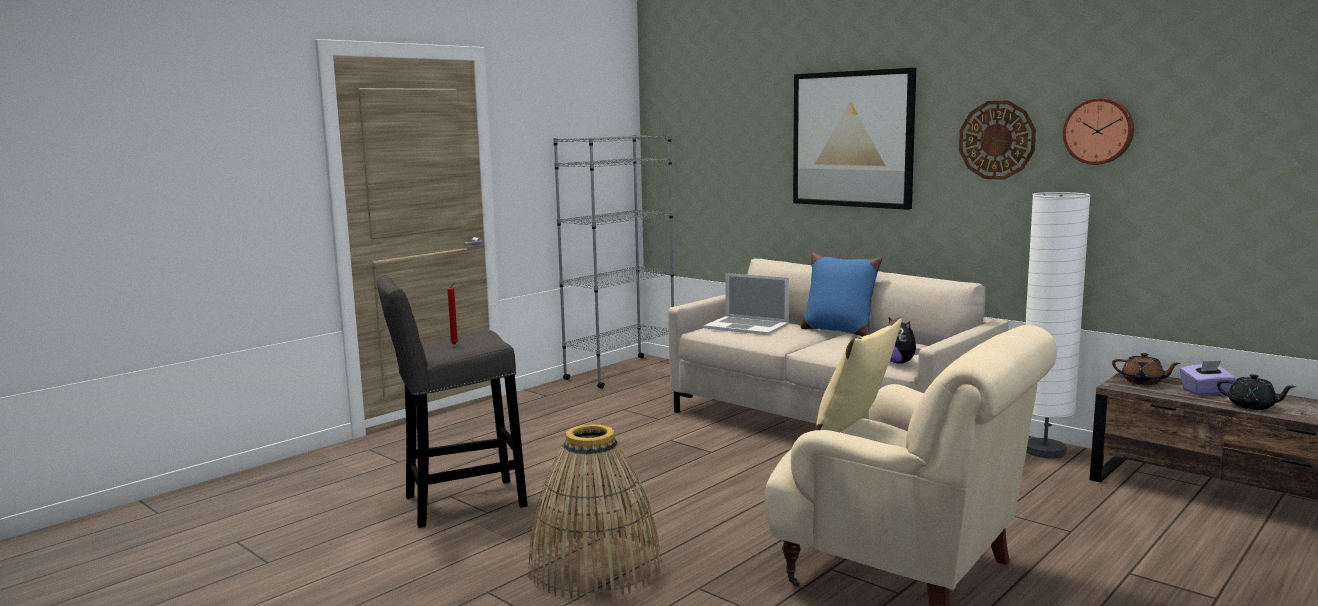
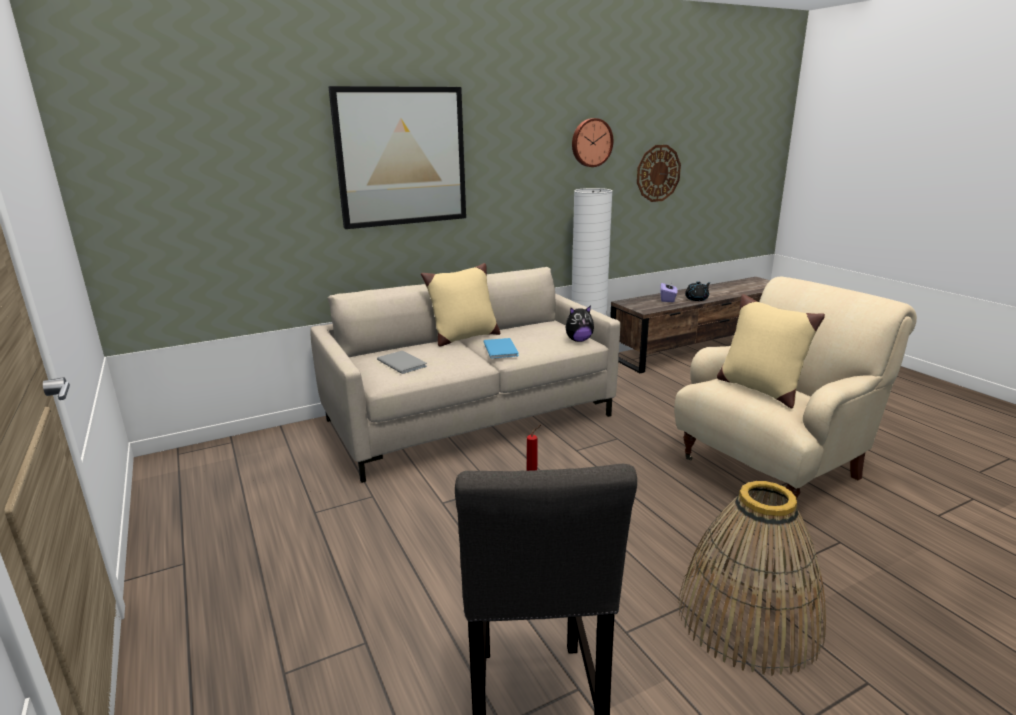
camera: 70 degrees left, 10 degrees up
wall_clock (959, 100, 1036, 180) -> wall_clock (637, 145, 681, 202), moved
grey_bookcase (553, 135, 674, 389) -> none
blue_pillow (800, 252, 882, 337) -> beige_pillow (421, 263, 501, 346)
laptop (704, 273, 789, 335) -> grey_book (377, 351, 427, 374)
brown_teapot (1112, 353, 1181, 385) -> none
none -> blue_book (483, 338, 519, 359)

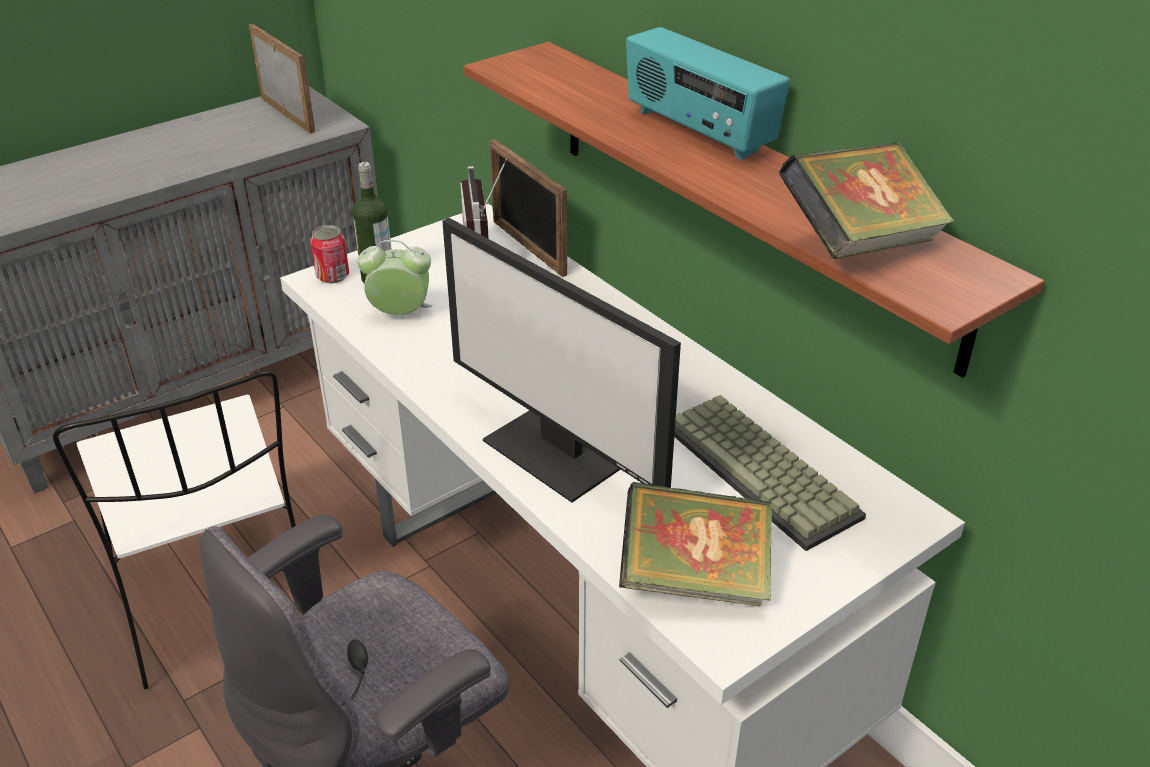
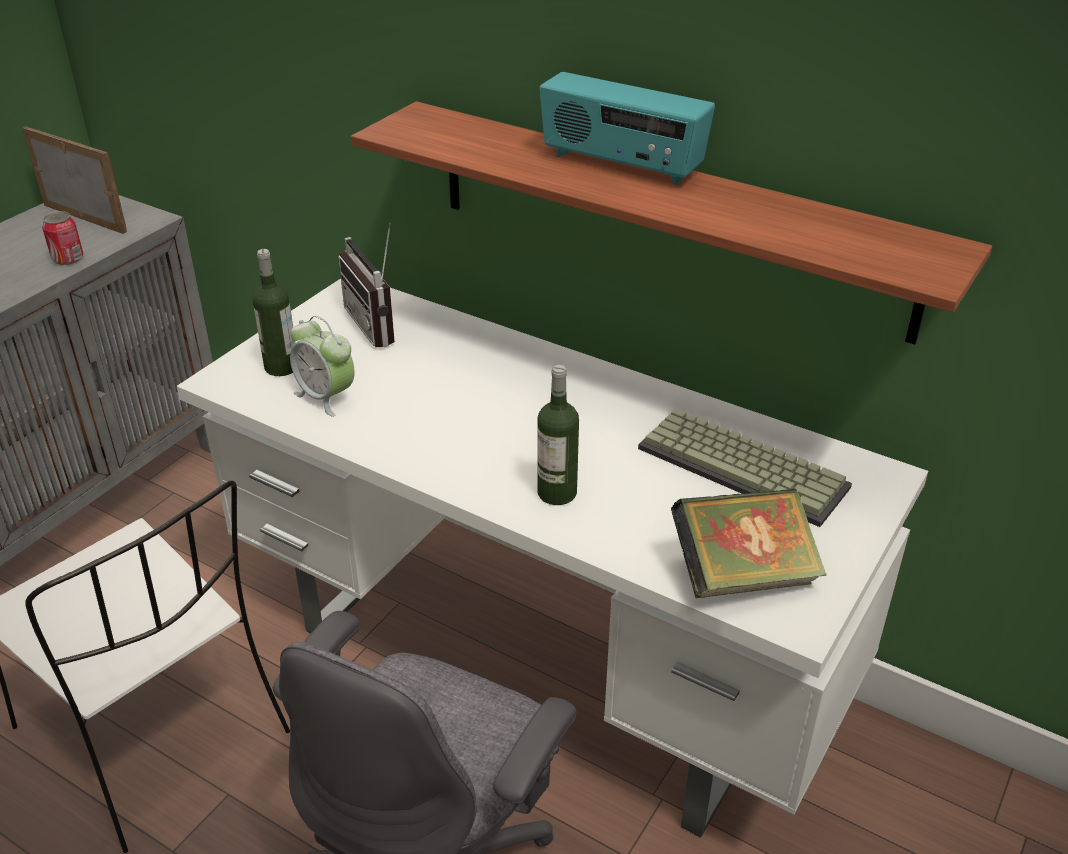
camera: 20 degrees left, 0 degrees up
picture_frame (490, 139, 567, 277) -> none
book (779, 142, 954, 259) -> none
monitor (442, 218, 681, 503) -> bottle (537, 365, 579, 505)
can (310, 225, 349, 283) -> can (42, 211, 83, 265), moved
alarm_clock (357, 240, 432, 315) -> alarm_clock (290, 316, 355, 417), 120 degrees counterclockwise

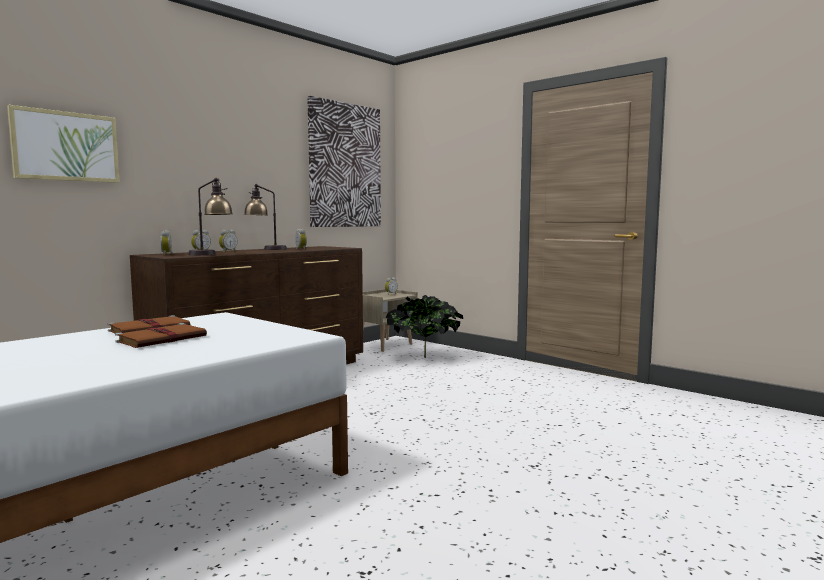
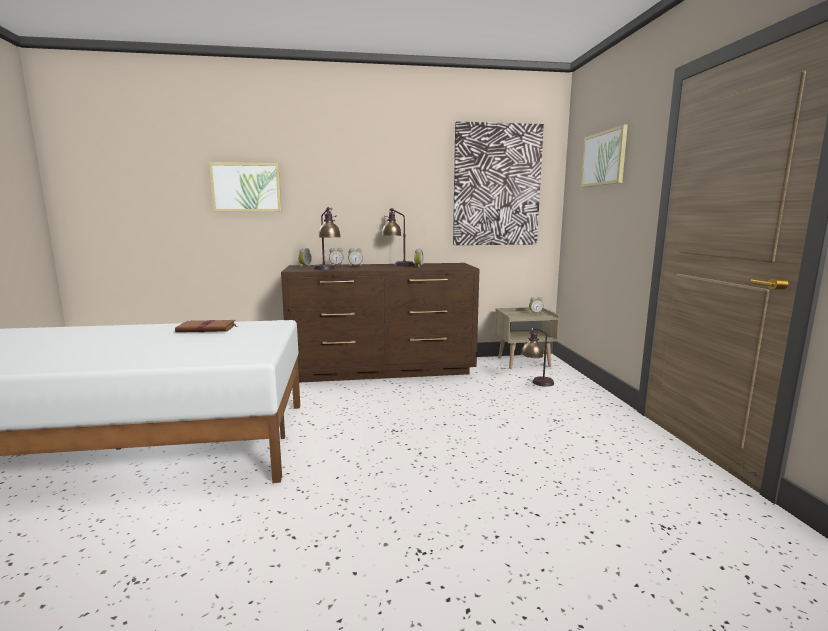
camera: 40 degrees right, 5 degrees up
potted_plant (386, 295, 463, 358) -> table_lamp (521, 327, 554, 387)
brown_book (115, 323, 207, 348) -> none
none -> picture (581, 125, 628, 187)

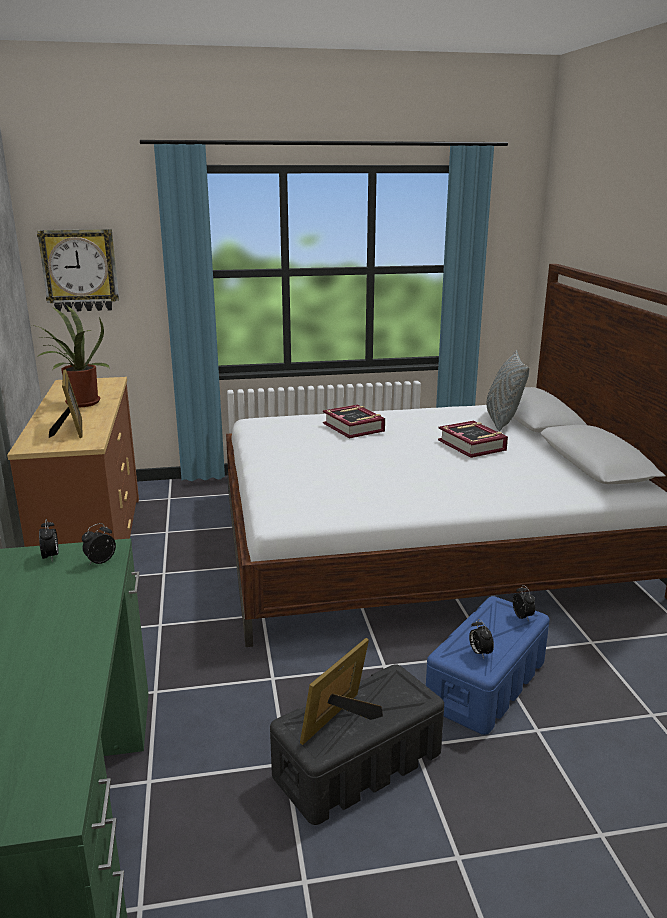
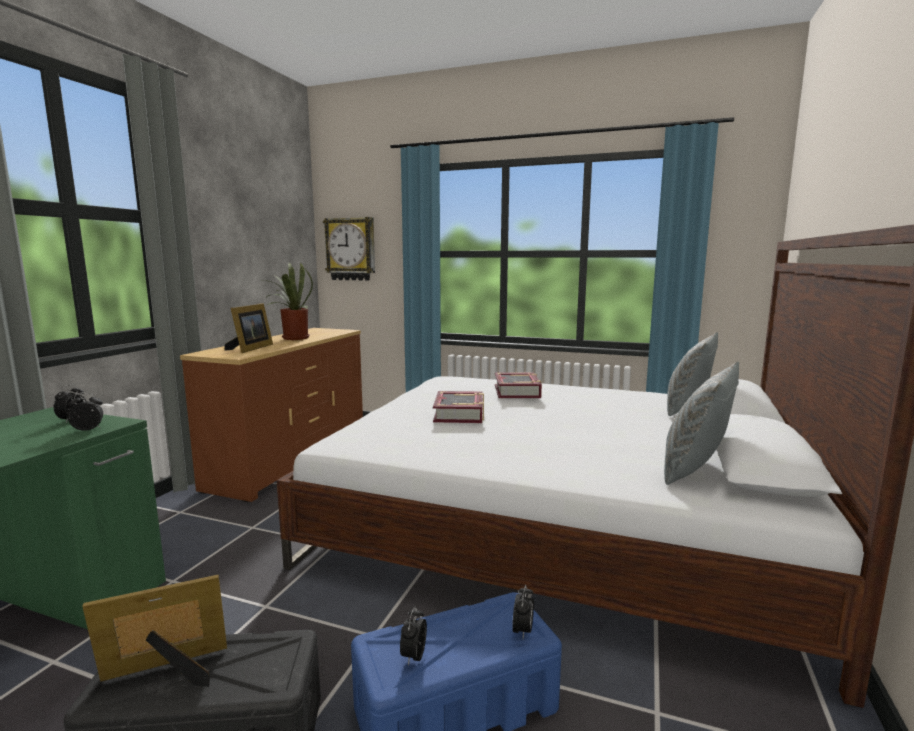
camera: 30 degrees right, 10 degrees down
book (438, 421, 508, 458) -> book (433, 391, 484, 423), moved
none -> grey_pillow (664, 361, 739, 485)

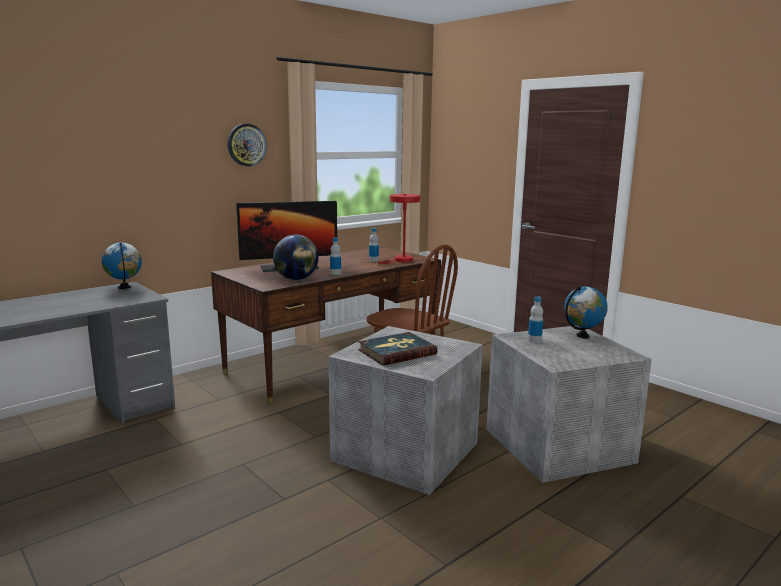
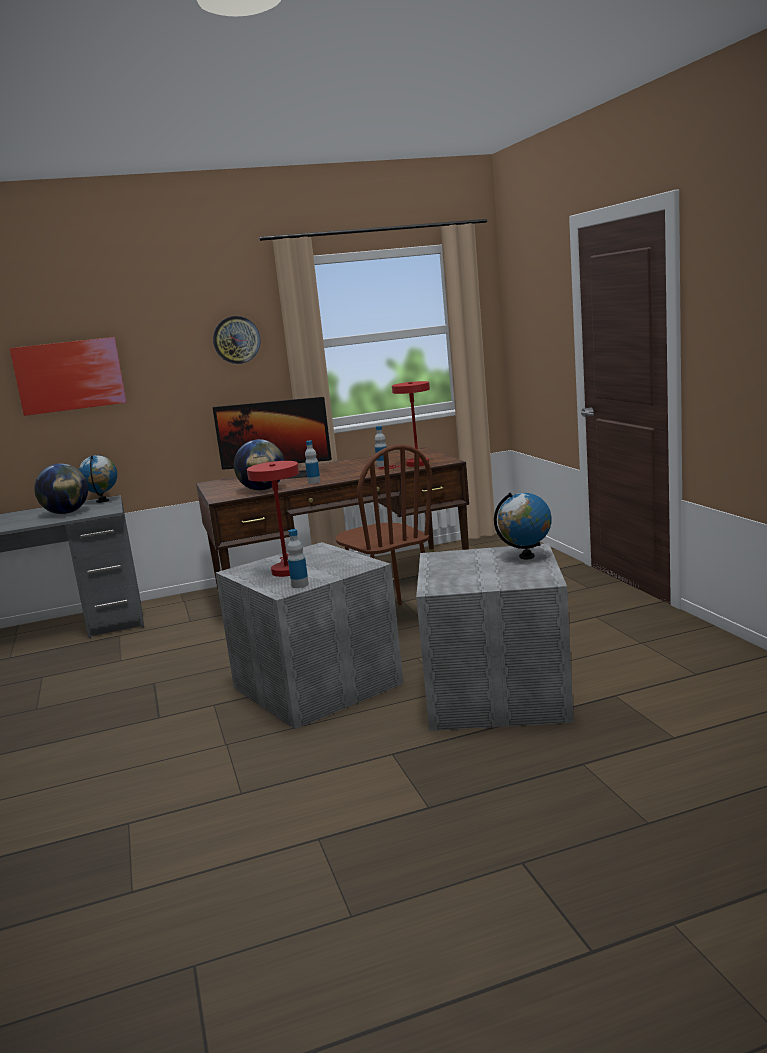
camera: 25 degrees right, 0 degrees up
bottle (528, 296, 543, 343) -> bottle (287, 529, 309, 588), moved
book (358, 332, 438, 366) -> red_table_lamp (247, 461, 299, 577)
none -> picture (10, 337, 127, 416)
none -> globe (34, 464, 88, 514)

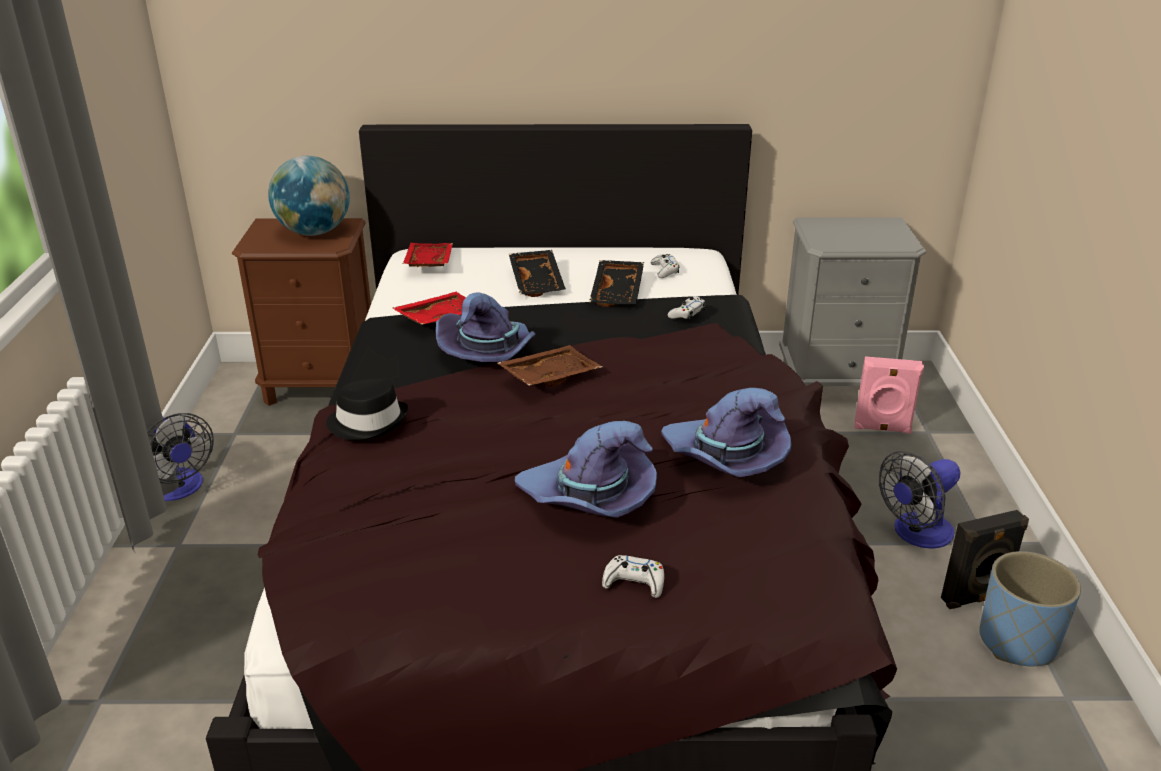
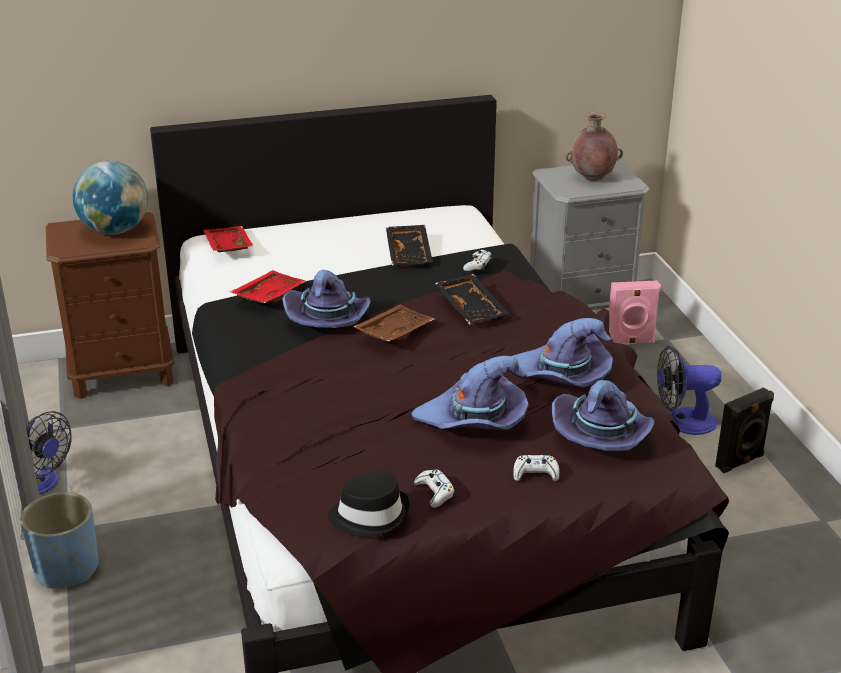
camera: 15 degrees left, 0 degrees up
black_tray (509, 250, 566, 297) -> black_tray (435, 274, 509, 325), moved
white_game_controller (651, 254, 679, 278) -> white_game_controller (414, 470, 455, 508), moved
black_hat (326, 379, 408, 440) -> black_hat (328, 471, 410, 537), moved
fan (879, 451, 961, 549) -> fan (657, 346, 722, 435), 45 degrees clockwise
blue_planter (980, 551, 1081, 666) -> blue_planter (20, 492, 99, 588), moved
none -> brown_vase (565, 112, 623, 181)
none -> purple_hat (552, 380, 655, 451)

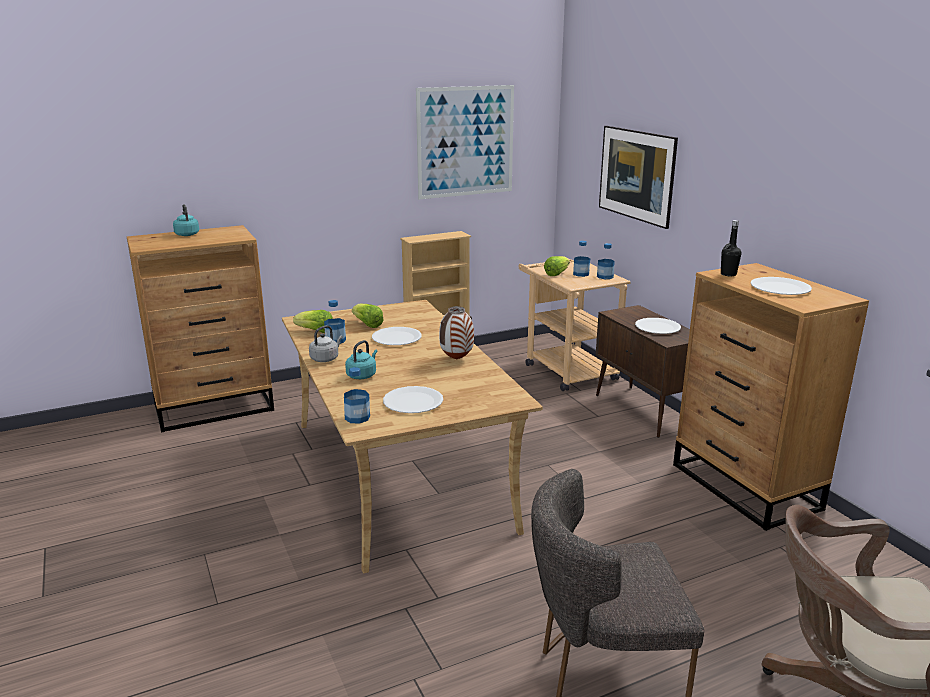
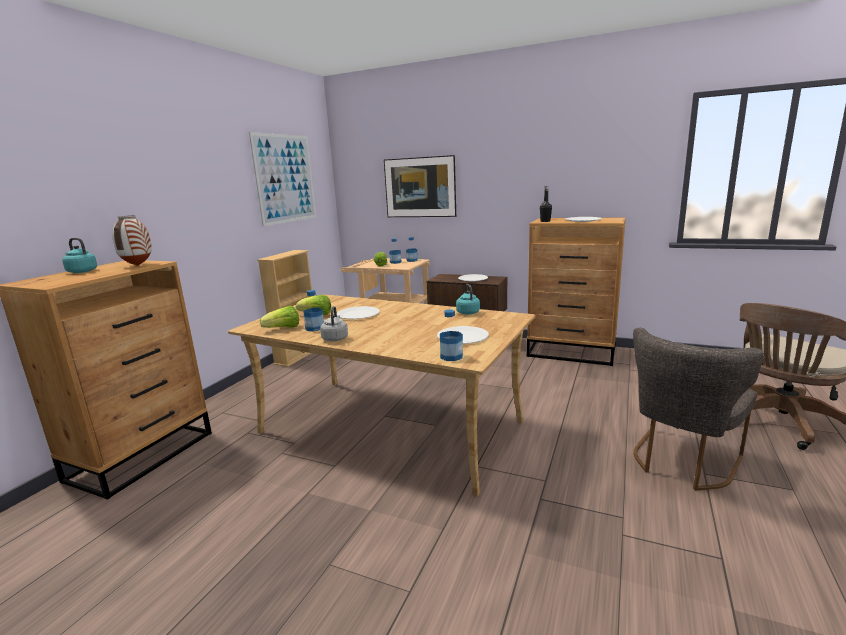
camera: 40 degrees left, 5 degrees down
vase (439, 306, 474, 360) -> vase (112, 215, 152, 266), moved
turquoise_kettle (345, 340, 377, 379) -> turquoise_kettle (456, 284, 480, 315), moved

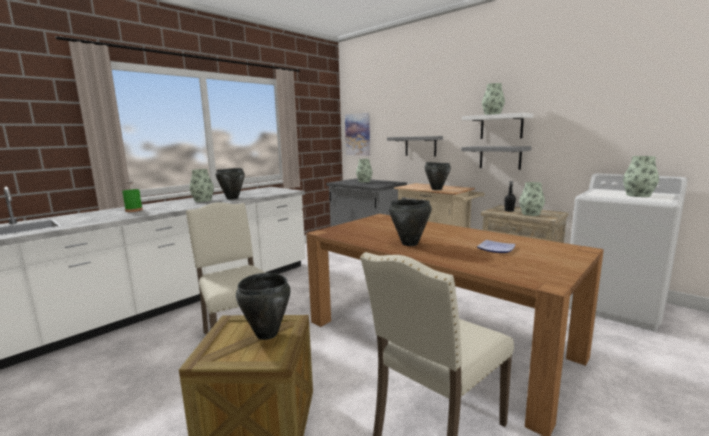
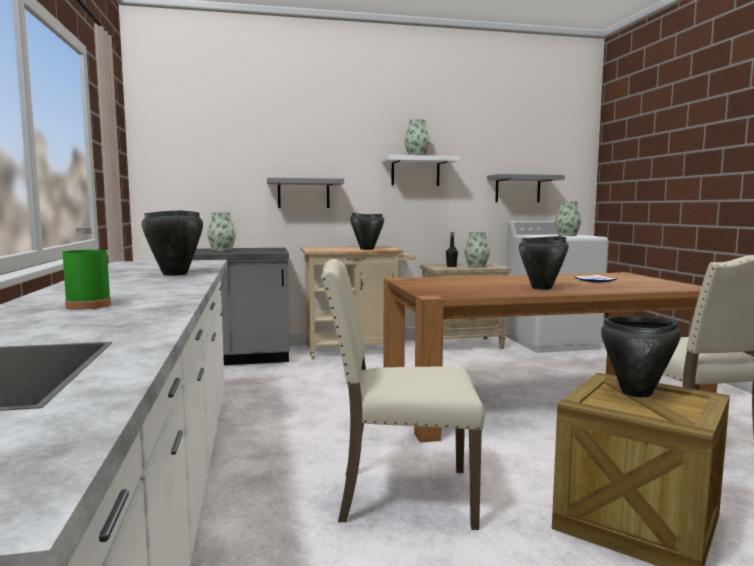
camera: 55 degrees left, 5 degrees down
picture (345, 113, 370, 156) -> none
grey_shelf (461, 146, 531, 170) -> grey_shelf (487, 174, 565, 202), moved
vase (189, 169, 214, 202) -> none

